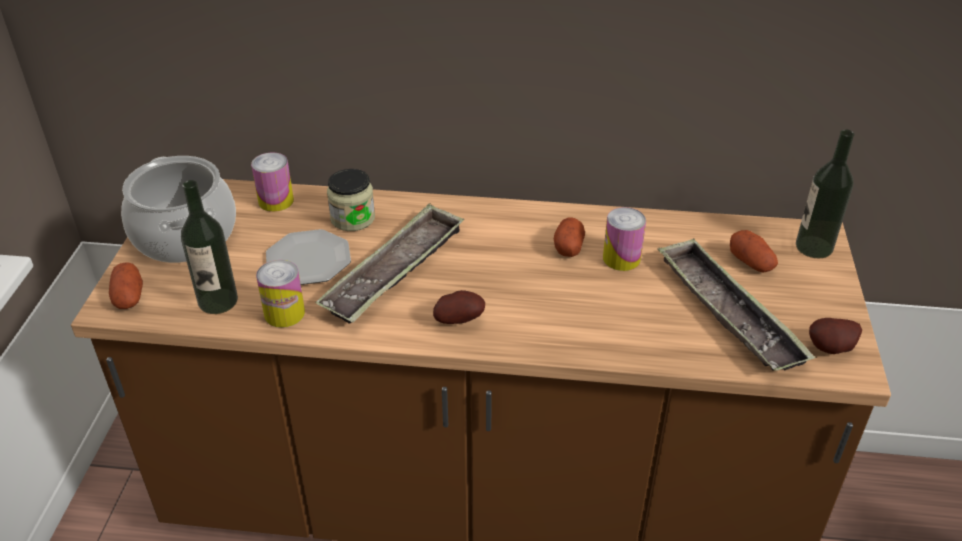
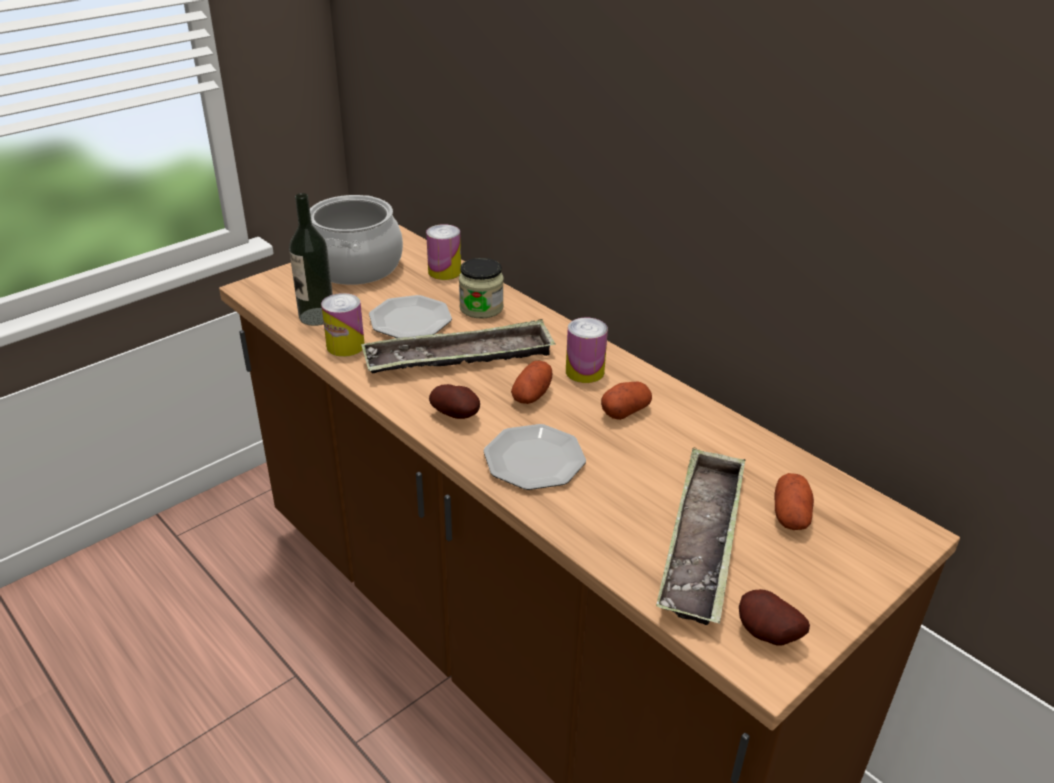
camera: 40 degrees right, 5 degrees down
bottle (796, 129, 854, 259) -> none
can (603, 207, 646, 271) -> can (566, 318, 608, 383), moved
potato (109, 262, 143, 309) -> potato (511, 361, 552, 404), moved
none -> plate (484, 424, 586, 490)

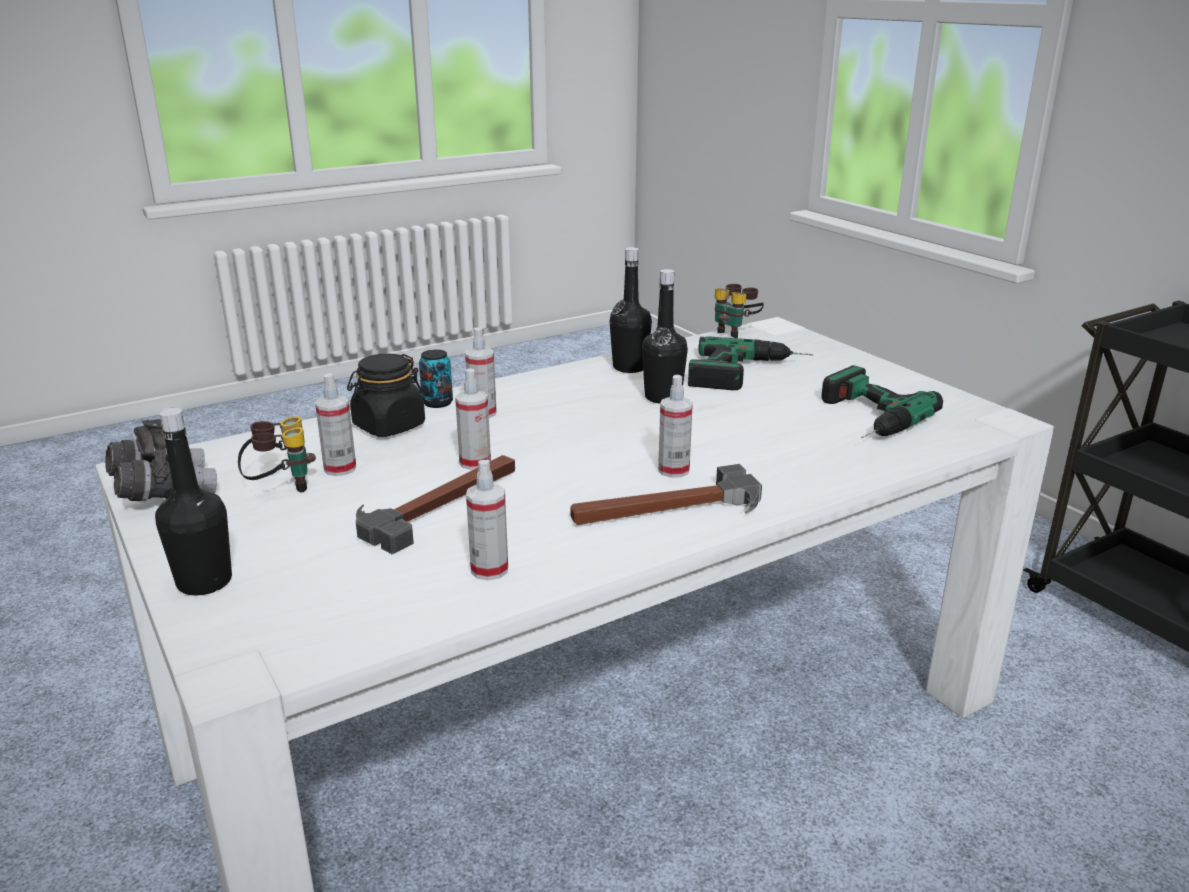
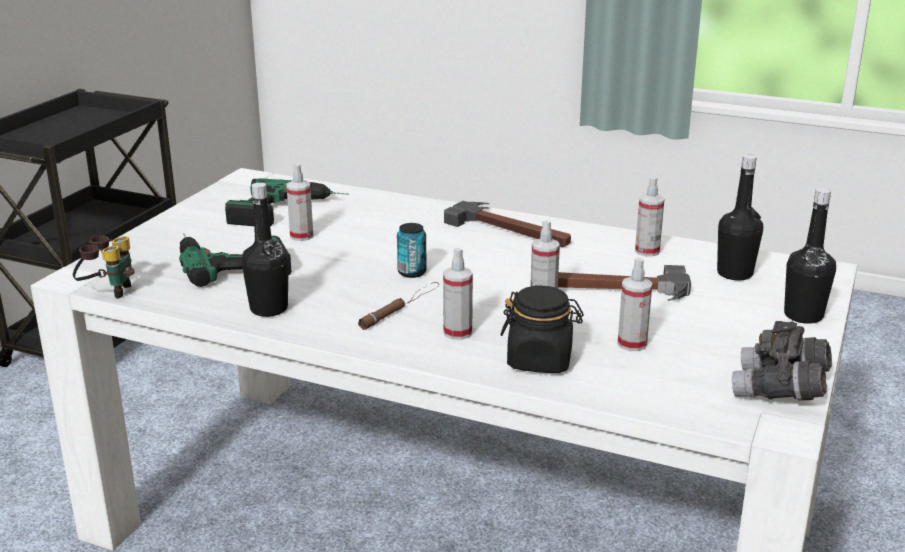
camera: 125 degrees left, 0 degrees up
black_bottle (642, 269, 688, 404) -> black_bottle (717, 154, 763, 281), moved
can (419, 350, 453, 408) -> can (397, 223, 427, 278), moved
spray_bottle (658, 375, 693, 478) -> spray_bottle (286, 163, 313, 241), moved
binoculars (238, 416, 316, 492) -> none
none -> brown_flashlight (358, 282, 439, 330)

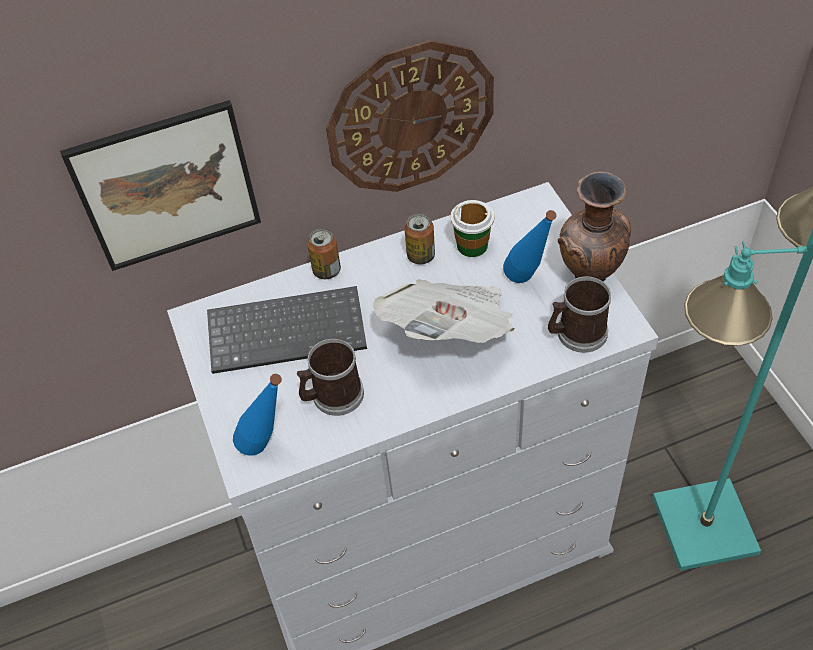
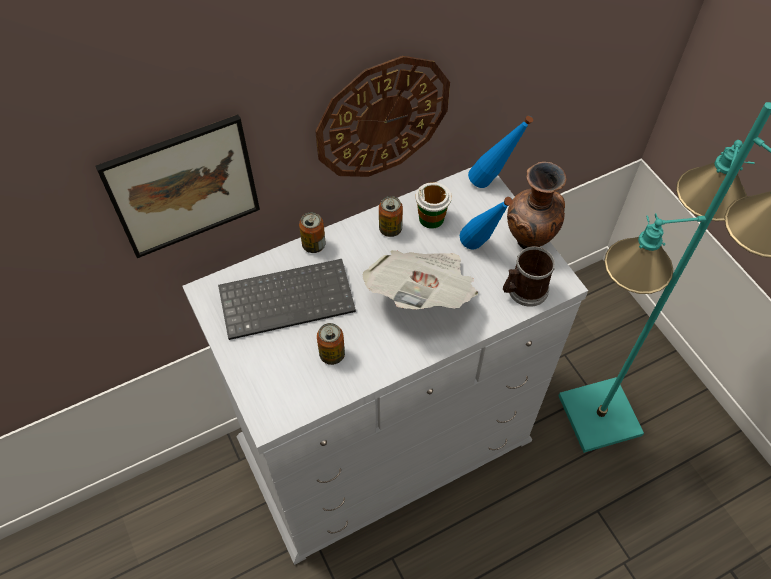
camera: 10 degrees left, 5 degrees up
mug (296, 339, 364, 416) -> can (317, 323, 345, 365)
blue_bottle (233, 374, 282, 456) -> blue_bottle (468, 116, 533, 188), moved

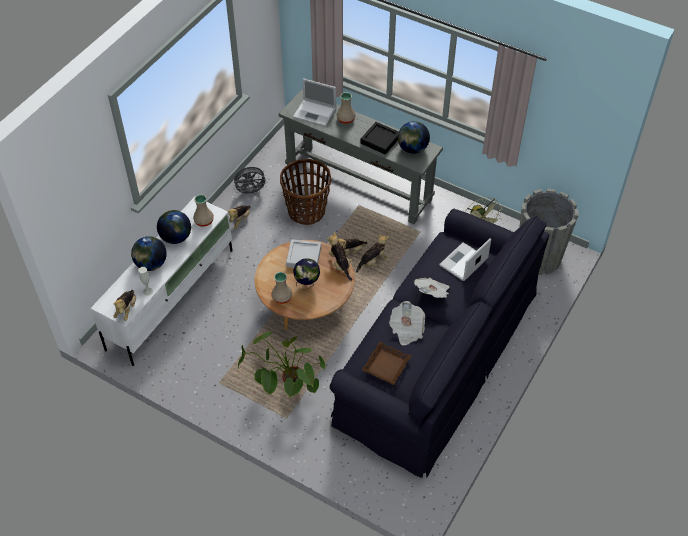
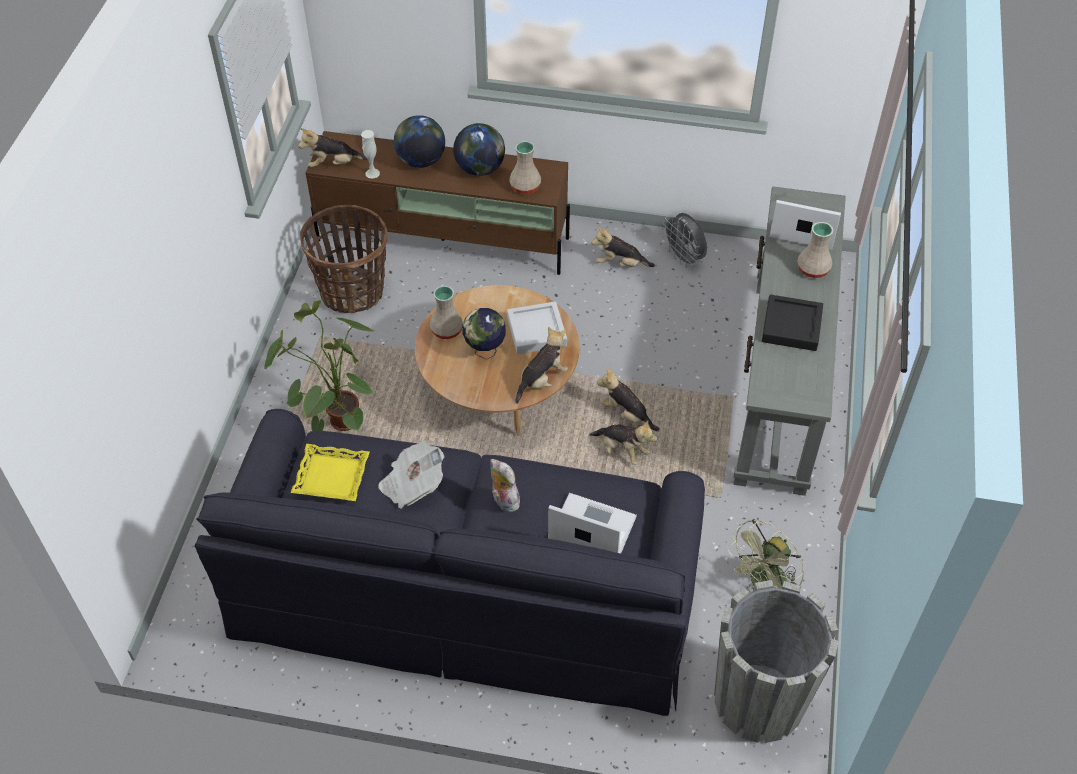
camera: 70 degrees right, 0 degrees up
laptop (293, 78, 336, 126) -> laptop (769, 200, 841, 250), 105 degrees clockwise
globe (398, 121, 430, 154) -> none
basket (280, 159, 332, 225) -> basket (300, 205, 388, 313), moved
white_tv_stand (91, 197, 233, 366) -> brown_tv_stand (306, 131, 570, 275)
newspaper (414, 278, 450, 298) -> plush_toy (490, 459, 520, 512)
brown_tray (362, 342, 411, 385) -> yellow_tray (291, 444, 370, 501)

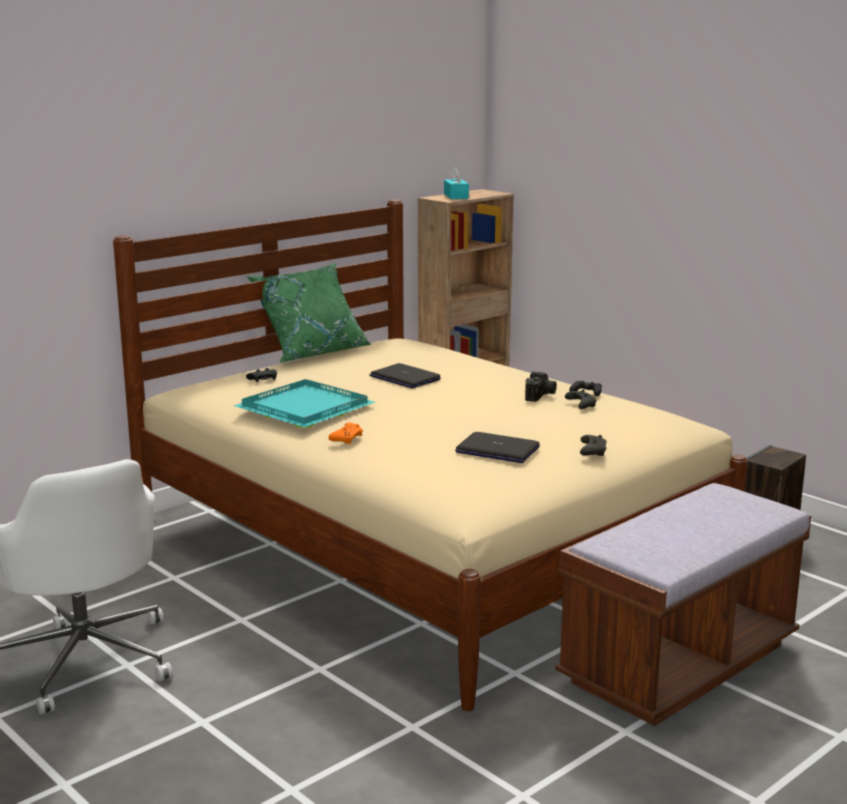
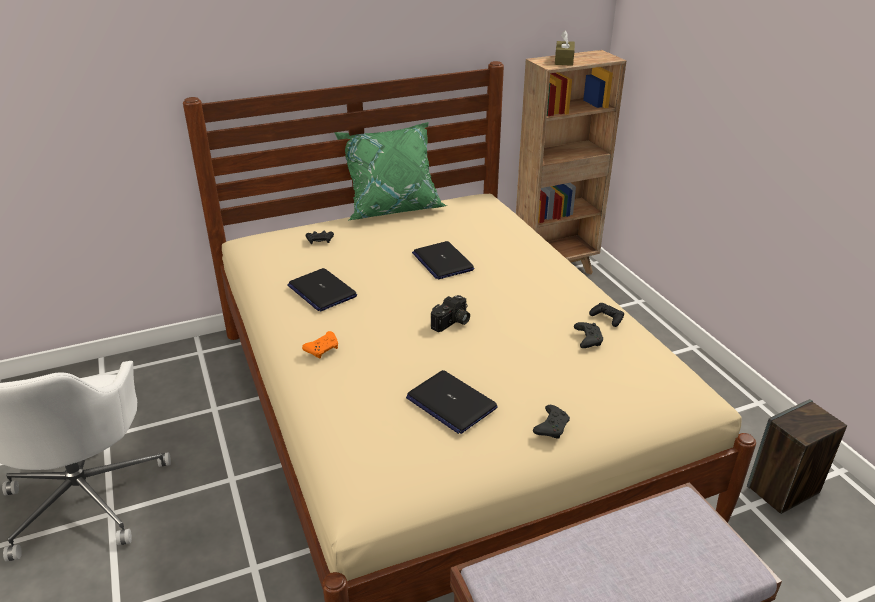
camera: 20 degrees right, 15 degrees up
turquoise_tissue_box (444, 167, 469, 199) -> brown_tissue_box (555, 30, 575, 66)
photo_camera (525, 372, 557, 402) -> photo_camera (431, 295, 470, 332), moved
turquoise_tray (234, 379, 375, 428) -> laptop (287, 268, 357, 311)

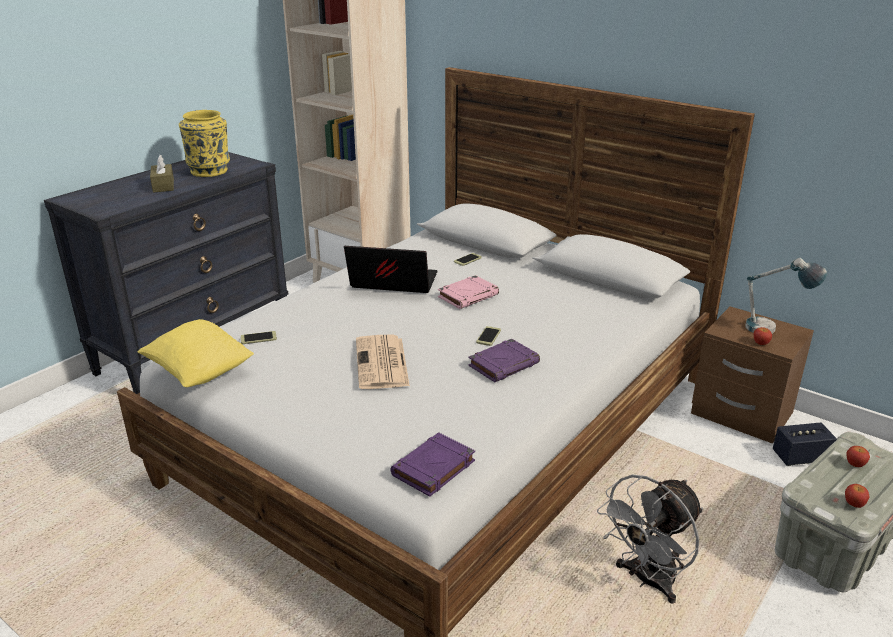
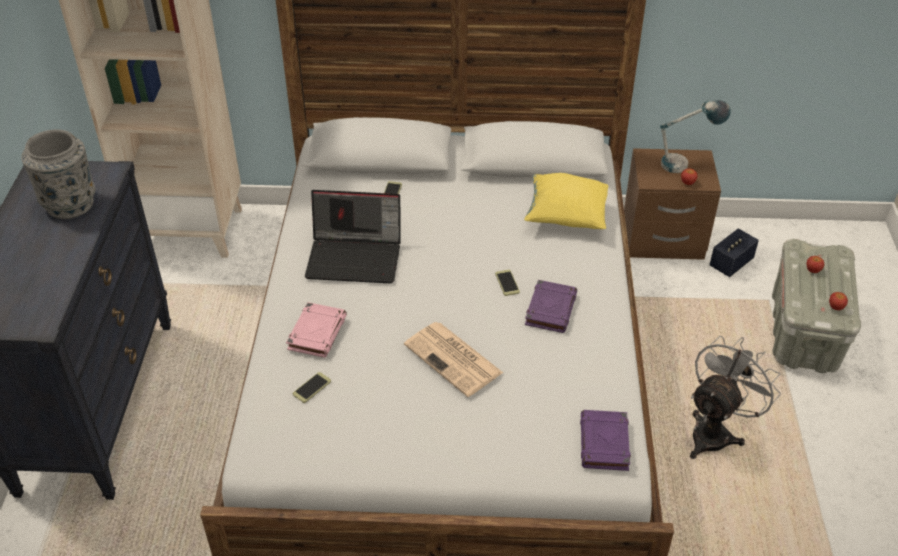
camera: 35 degrees left, 15 degrees up
yellow_vase (179, 110, 230, 177) -> grey_vase (21, 129, 95, 219)
brown_tissue_box (150, 155, 174, 193) -> none
laptop (344, 246, 438, 293) -> laptop (305, 190, 400, 284), 150 degrees counterclockwise
pink_book (438, 275, 499, 309) -> pink_book (286, 302, 347, 358), moved
yellow_pillow (138, 319, 254, 387) -> yellow_pillow (524, 173, 608, 229), moved
grey_fan (597, 474, 703, 604) -> grey_fan (690, 336, 781, 459), 150 degrees counterclockwise

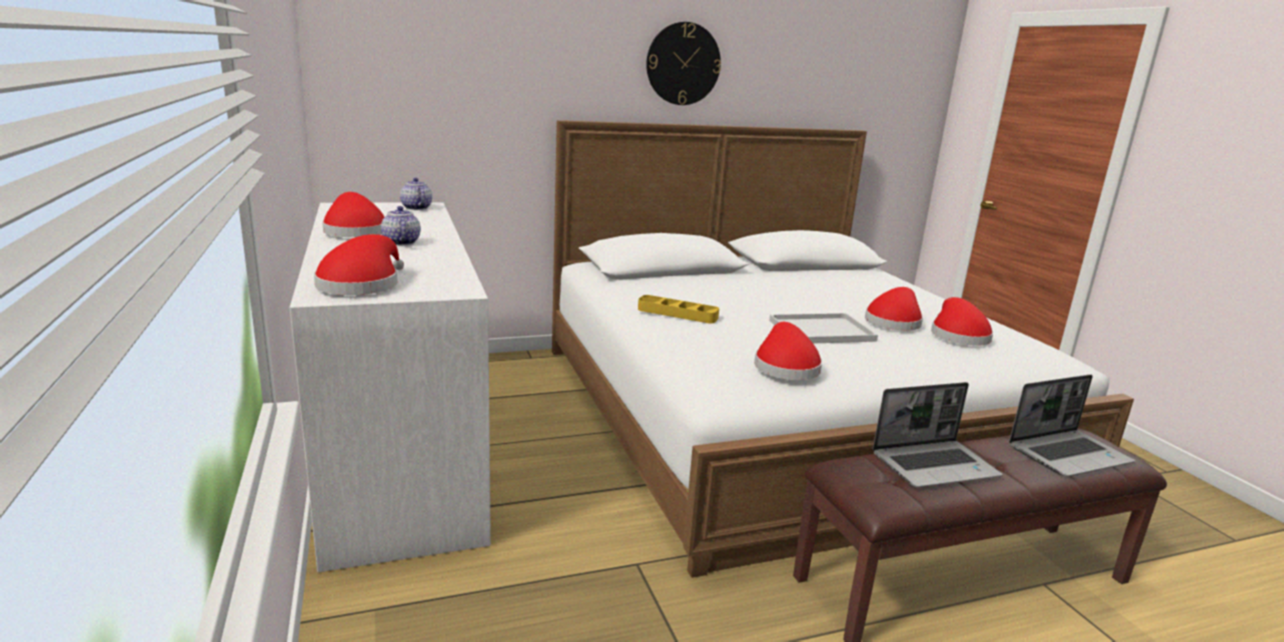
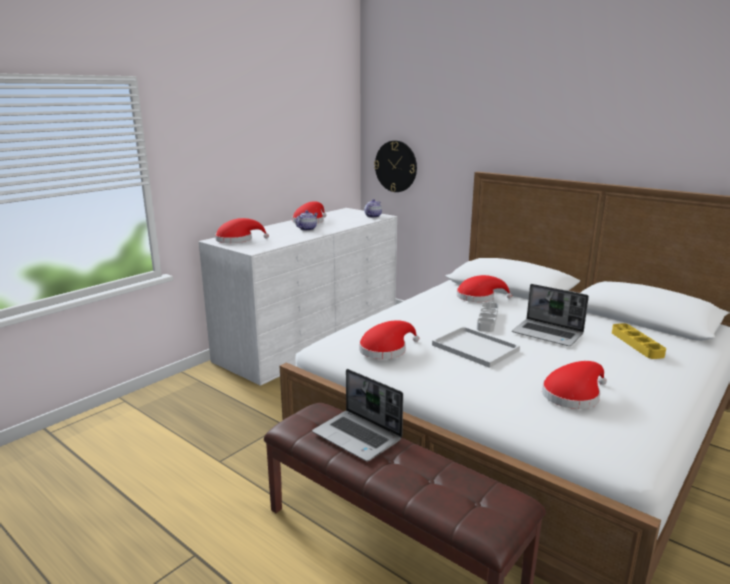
camera: 60 degrees right, 0 degrees up
wall_clock (646, 22, 721, 105) -> wall_clock (374, 141, 417, 192), moved
red_hat (865, 287, 923, 331) -> red_hat (457, 275, 512, 302), moved
yellow_tray (638, 295, 719, 323) -> yellow_tray (612, 323, 666, 359), moved
laptop (1009, 374, 1135, 477) -> laptop (512, 284, 589, 346), moved
none -> grey_tray (477, 302, 498, 332)

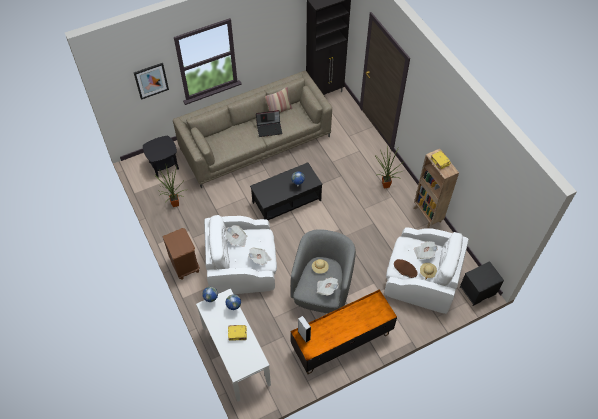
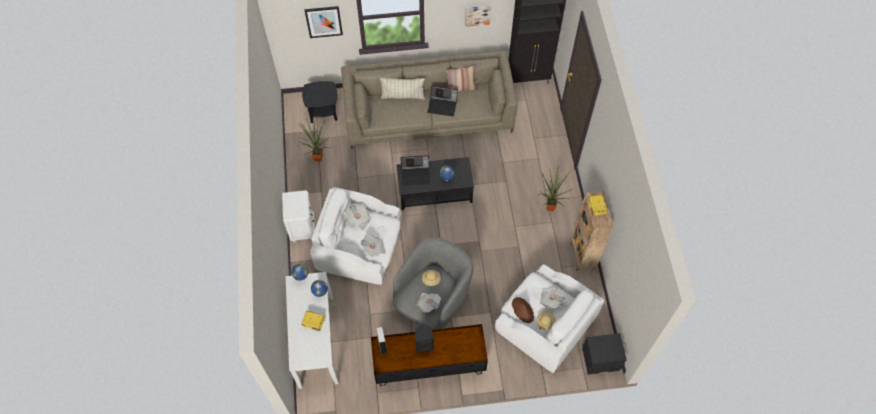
camera: 20 degrees right, 5 degrees up
brown_nightstand (162, 228, 200, 280) -> white_nightstand (282, 190, 315, 243)
none -> picture (465, 5, 491, 27)
none -> pillow (380, 78, 425, 99)
none -> laptop (400, 155, 430, 185)
none -> black_speaker (415, 325, 434, 352)

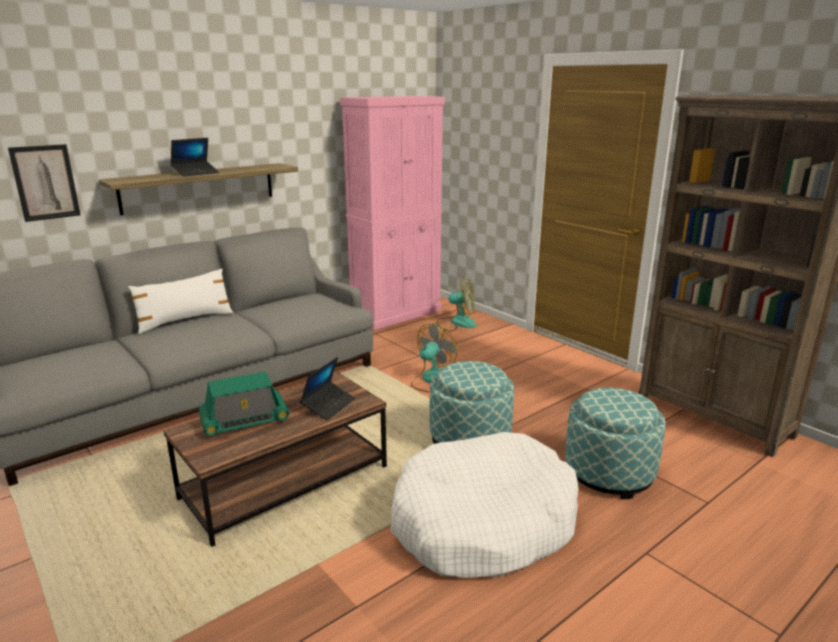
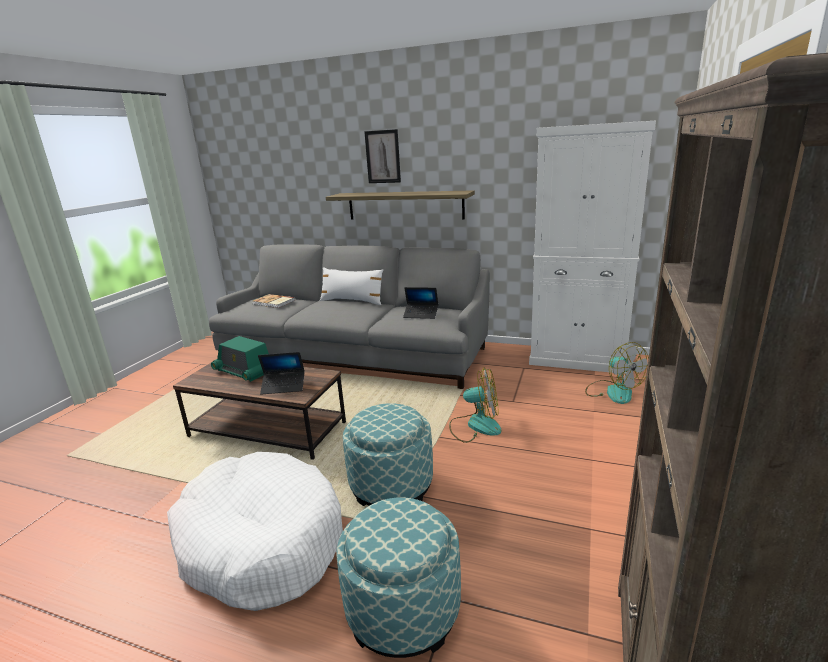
camera: 60 degrees right, 0 degrees up
pink_cabinet (340, 96, 445, 330) -> white_cabinet (529, 121, 656, 374)
laptop (171, 138, 219, 177) -> laptop (403, 287, 438, 319), moved
picture (8, 144, 81, 222) -> picture (364, 129, 401, 183), moved
none -> book (252, 294, 295, 308)

